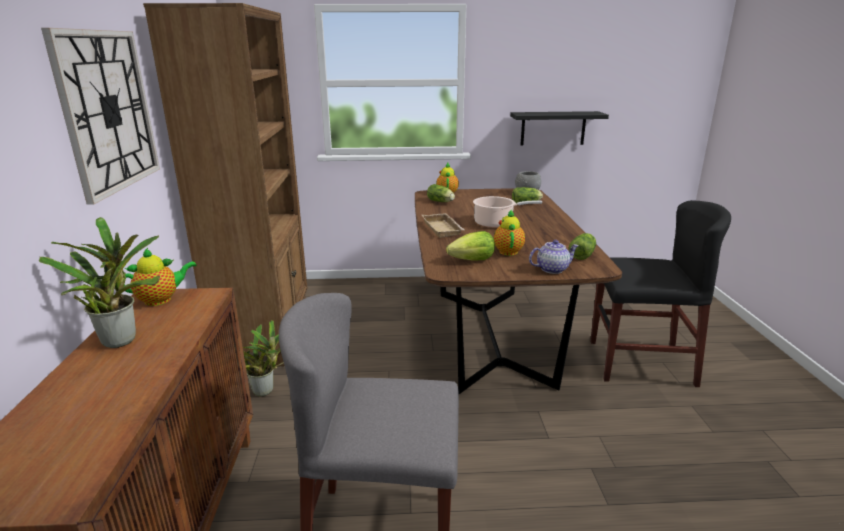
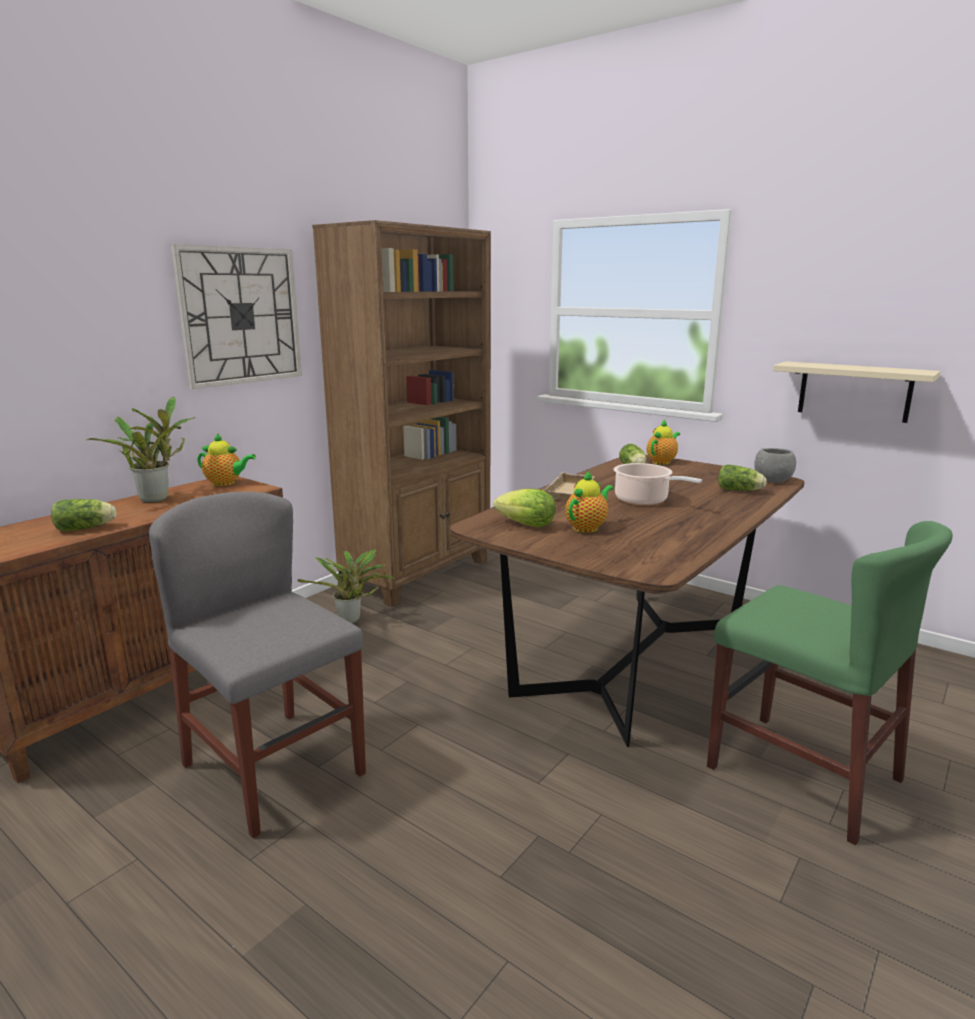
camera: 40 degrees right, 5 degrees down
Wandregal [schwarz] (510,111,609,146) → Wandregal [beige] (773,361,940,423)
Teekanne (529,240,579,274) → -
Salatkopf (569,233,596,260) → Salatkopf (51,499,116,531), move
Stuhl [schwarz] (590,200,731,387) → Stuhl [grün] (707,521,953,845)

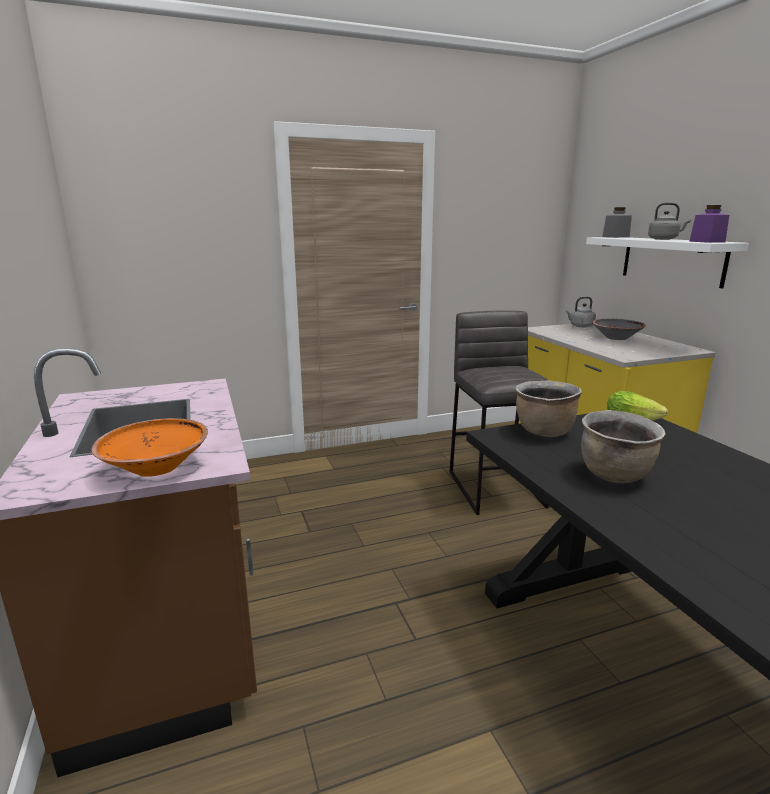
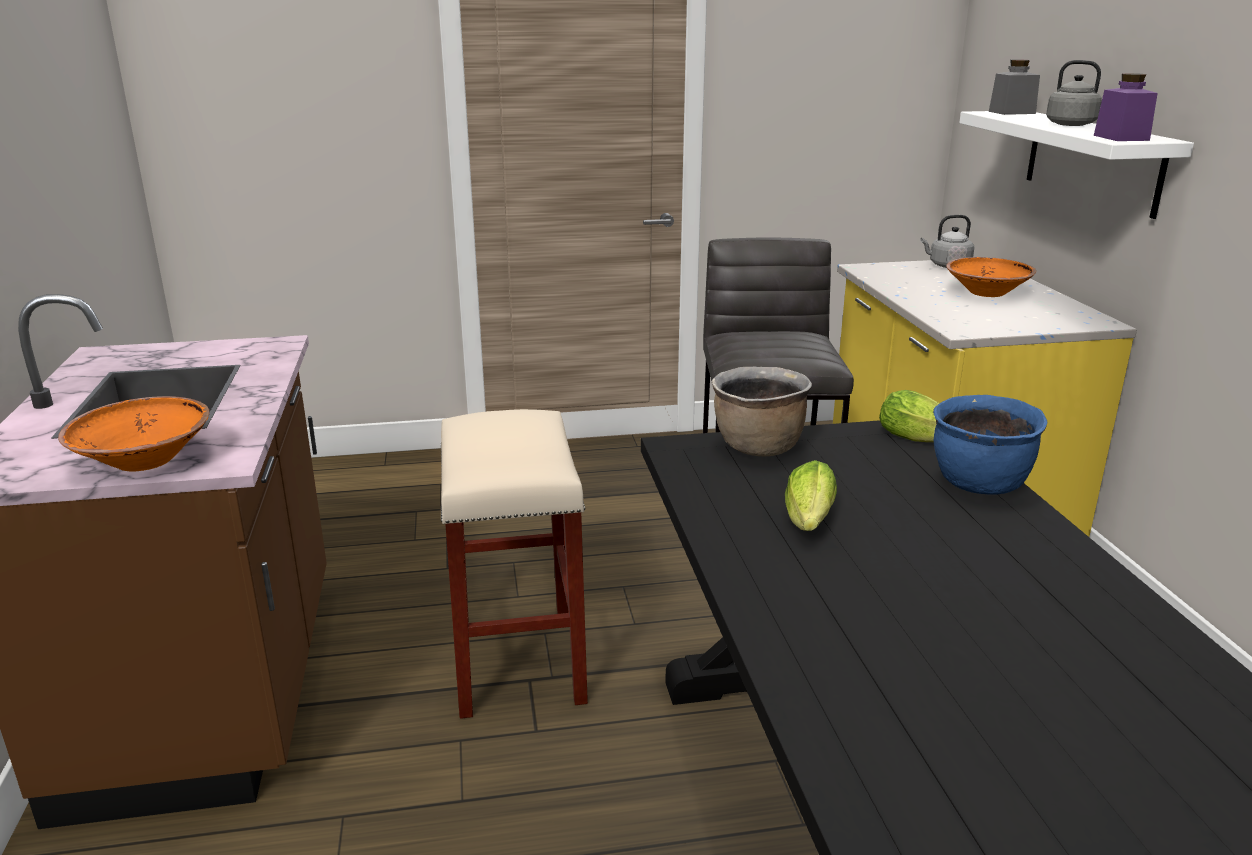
camera: 10 degrees right, 5 degrees up
Kochtopf [braun] (581,410,665,483) → Salatkopf (785,460,837,531)
Schüssel [grau] (592,319,646,340) → Schüssel [orange] (946,257,1036,297)
- → Hocker [beige] (441,409,588,719)
- → Kochtopf [blau] (933,395,1047,495)

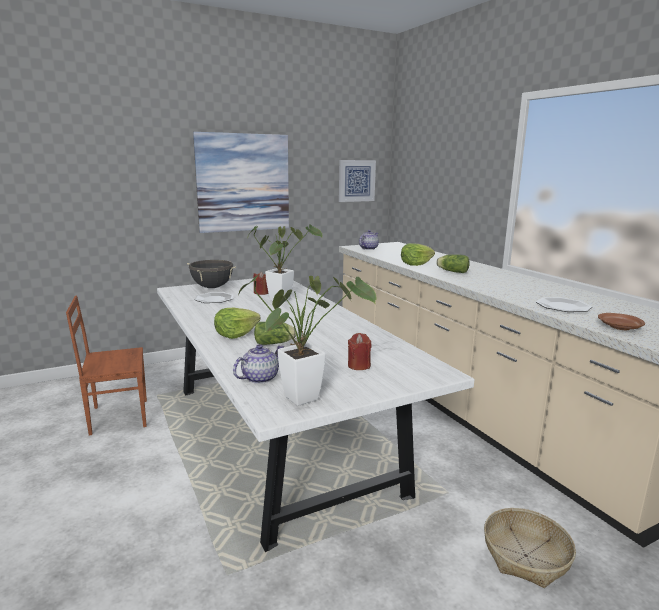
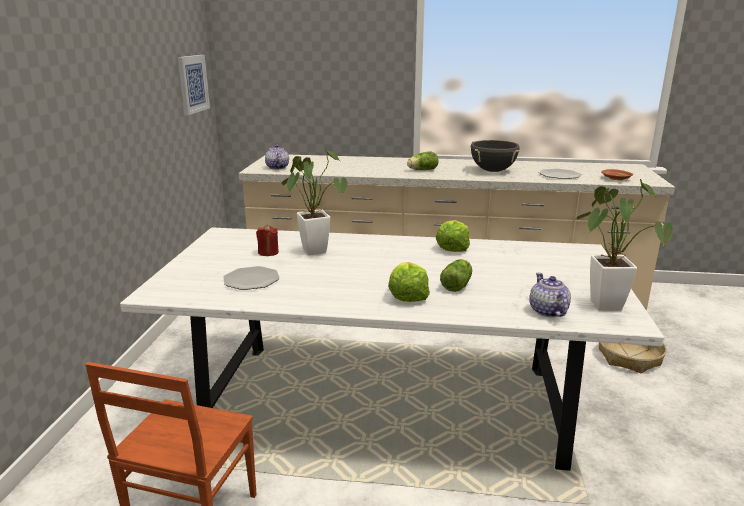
camera: 55 degrees left, 5 degrees up
Kochtopf [schwarz] (187,260,236,288) → Kochtopf [schwarz] (471,140,520,172), move
Bild (193,132,289,233) → -
Kerze [rot] (348,333,372,370) → -
Salatkopf (401,243,435,266) → Salatkopf (436,220,470,252), move

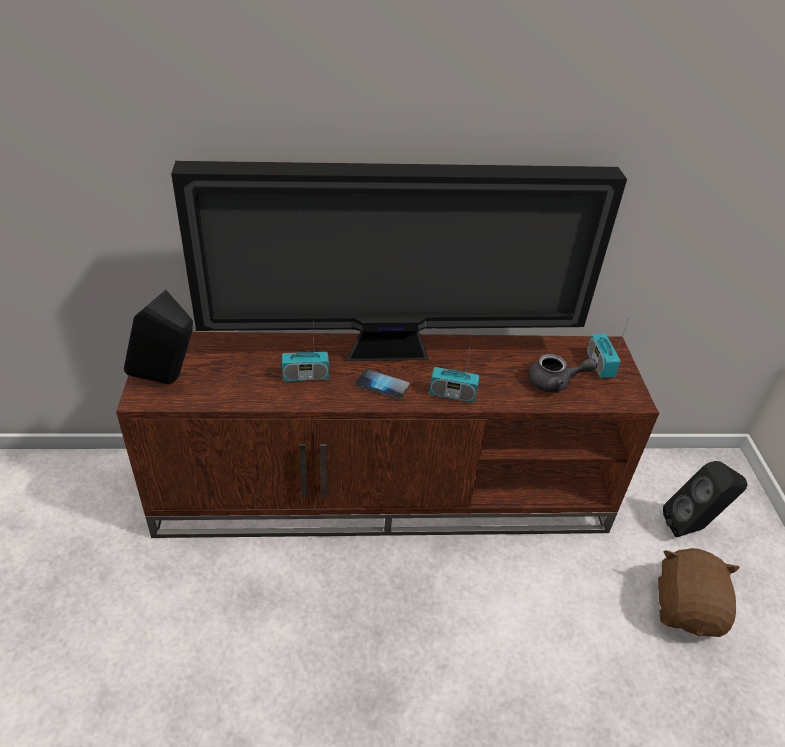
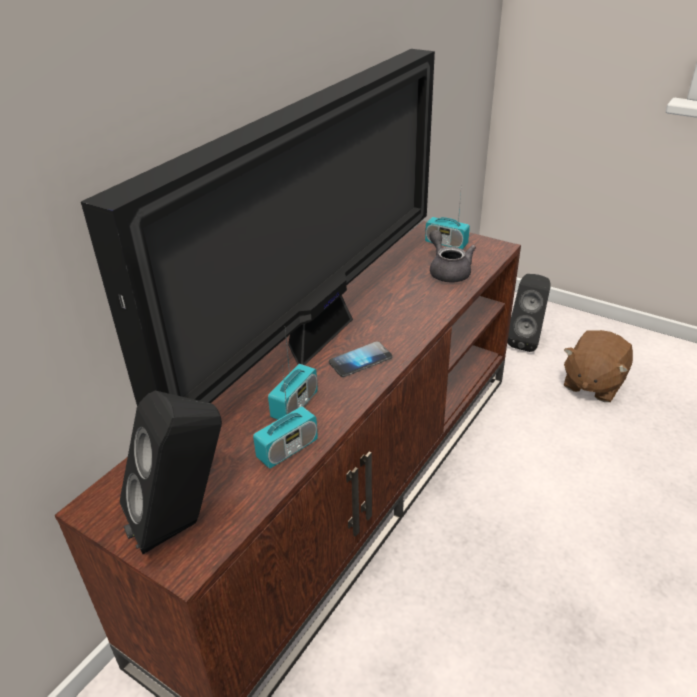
camera: 50 degrees left, 5 degrees down
Radio (429,337,479,403) → Radio (253,366,318,468), move
Teekanne [grau] (528,354,597,393) → Teekanne [grau] (430,230,476,282), 60 degrees counterclockwise
Plüschtier [braun] (658,548,740,637) → Plüschtier [braun] (564,330,633,402), 105 degrees counterclockwise

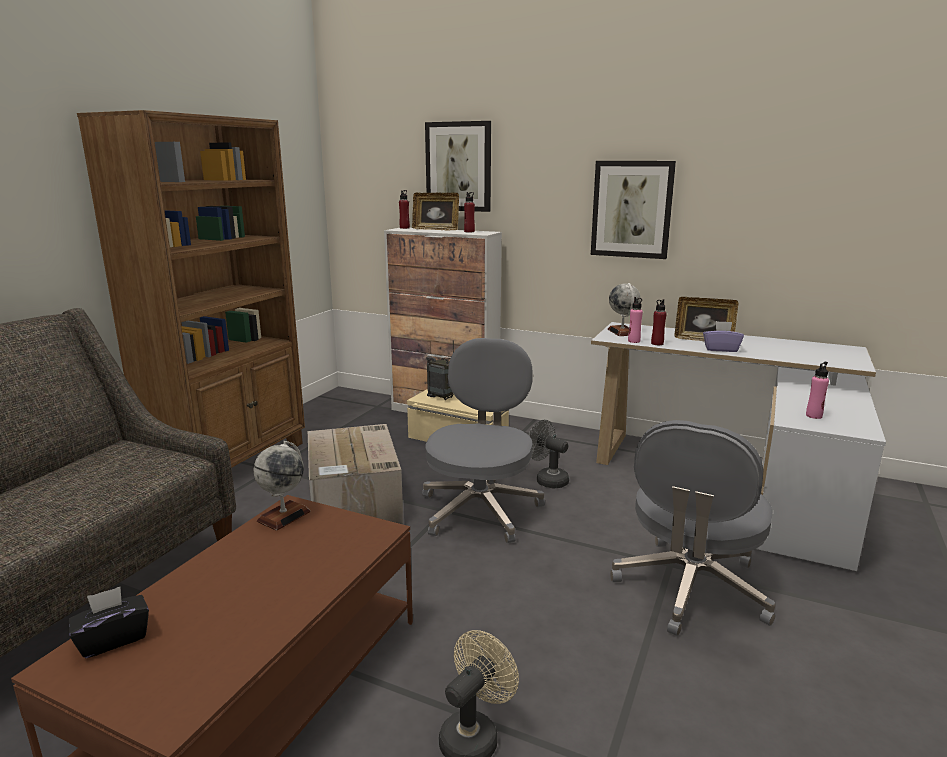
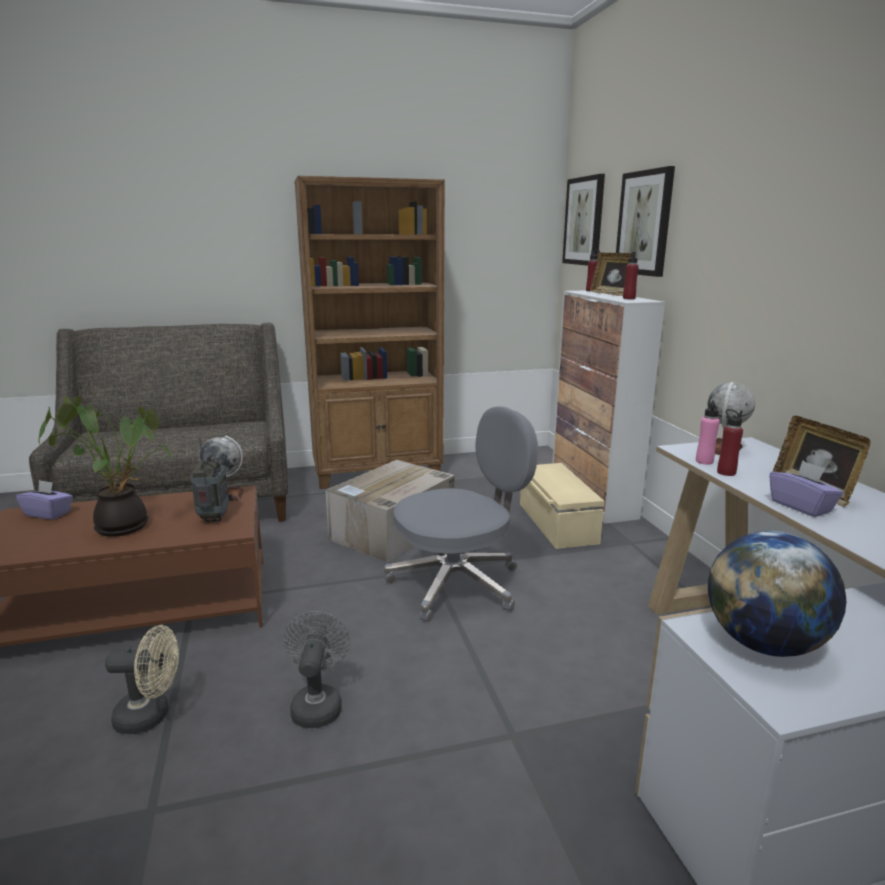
camera: 50 degrees right, 0 degrees up
Taschentuchbox [schwarz] (69,587,149,658) → Taschentuchbox [lila] (16,480,73,520)
Radio (426,340,454,400) → Radio (190,437,229,522), move
Ventilator [grau] (528,420,569,488) → Ventilator [grau] (284,611,350,728), move
Bild (591,161,676,259) → Bild (562,174,605,266), move
Bürostuhl [grau] (610,420,775,636) → -
Flasche [rosa] (806,362,829,419) → Globus (708,531,846,657)
- → Topfpflanze (38,396,173,537)

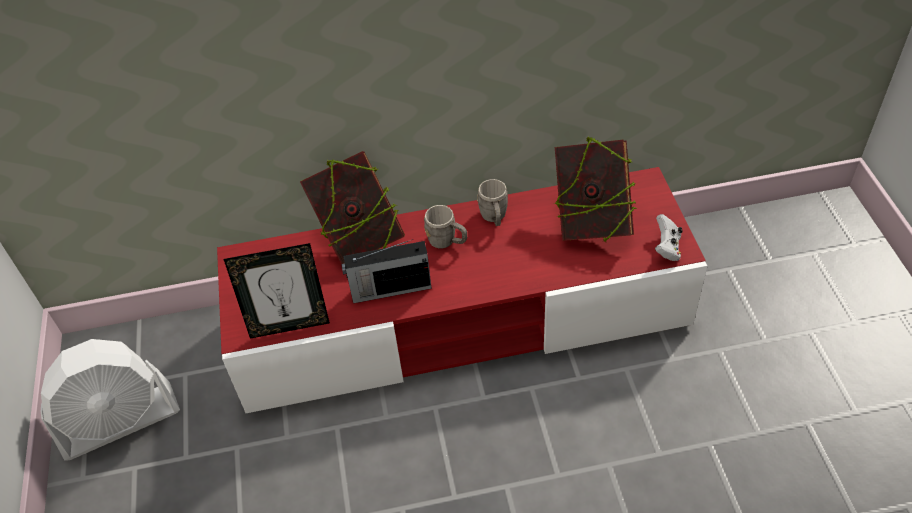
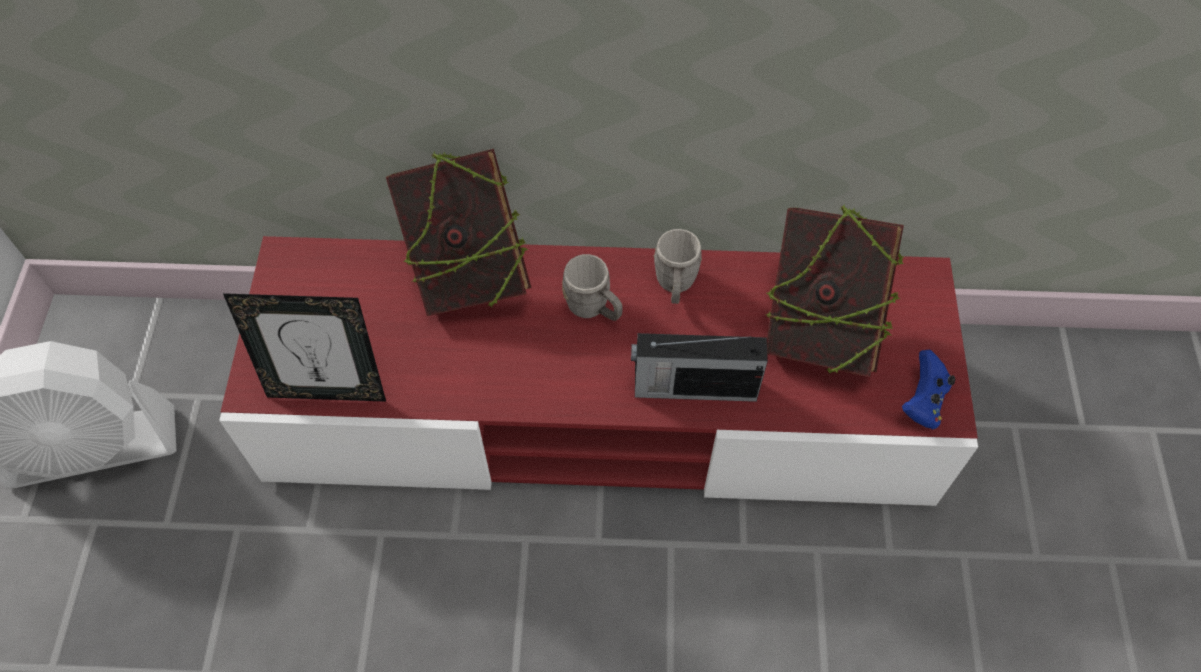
camera: 10 degrees right, 10 degrees up
Radio (341,239,432,303) → Radio (631,333,768,402), move
Gamepad [weiß] (655,214,683,261) → Gamepad [blau] (902,350,955,429)

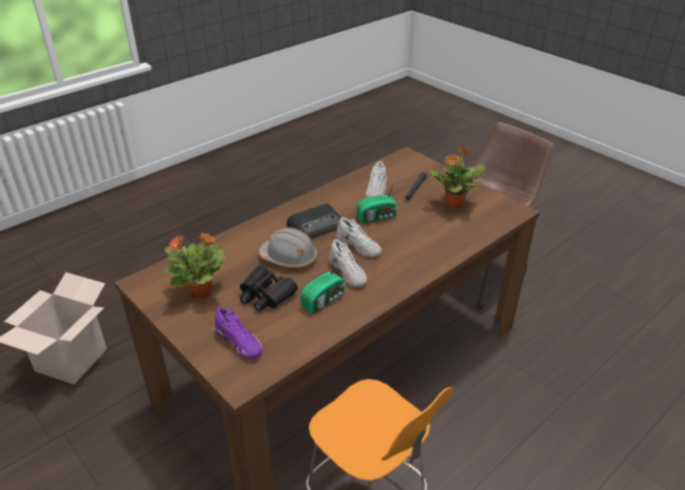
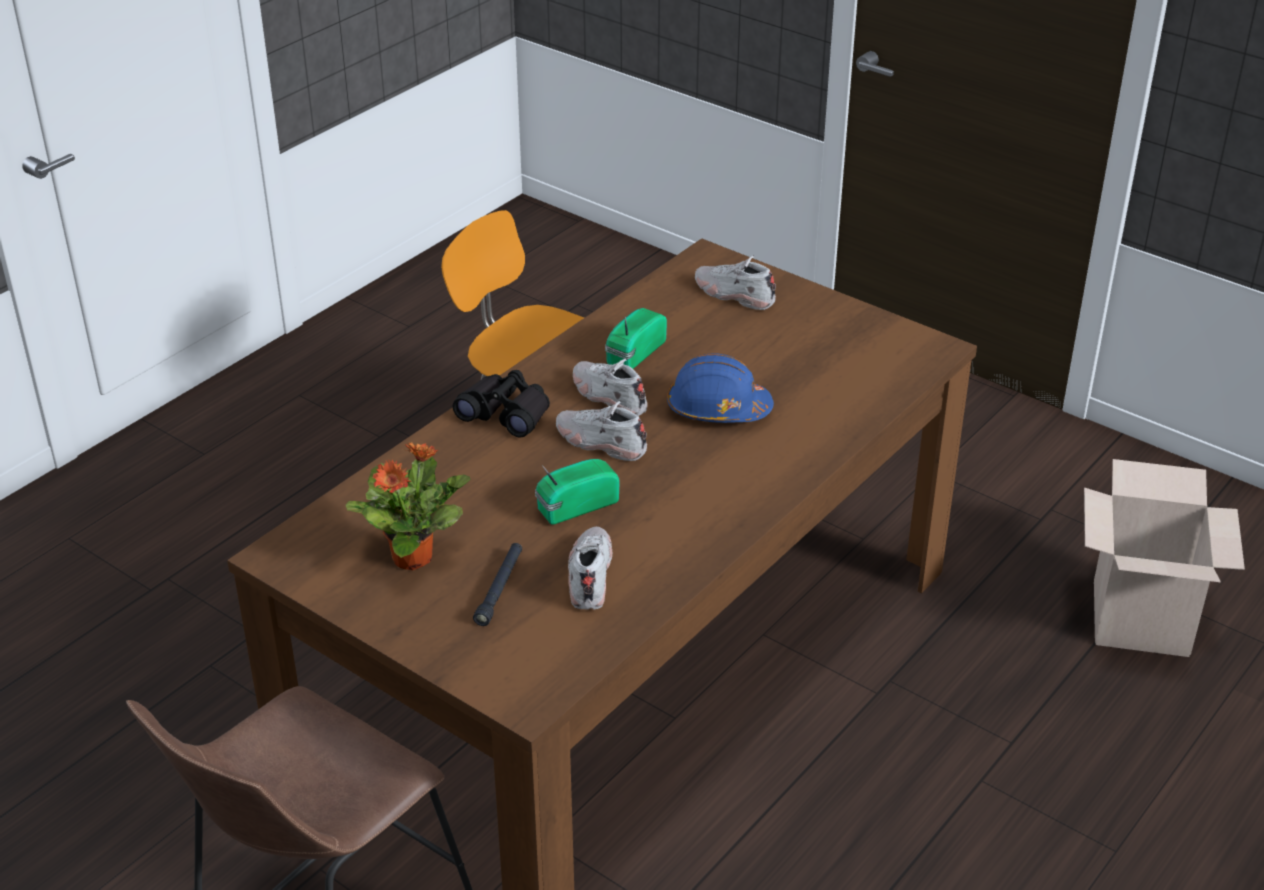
camera: 170 degrees right, 0 degrees up
Topfpflanze (164,232,226,299) → -
Schuh [lila] (214,307,262,359) → Schuh [weiß] (695,255,776,310)
Fernglas [schwarz] (240,265,298,311) → Fernglas [schwarz] (452,370,550,438), move
Schutzhelm [grau] (259,228,317,268) → Schutzhelm [blau] (667,353,774,423)
Radio (287,204,341,239) → -

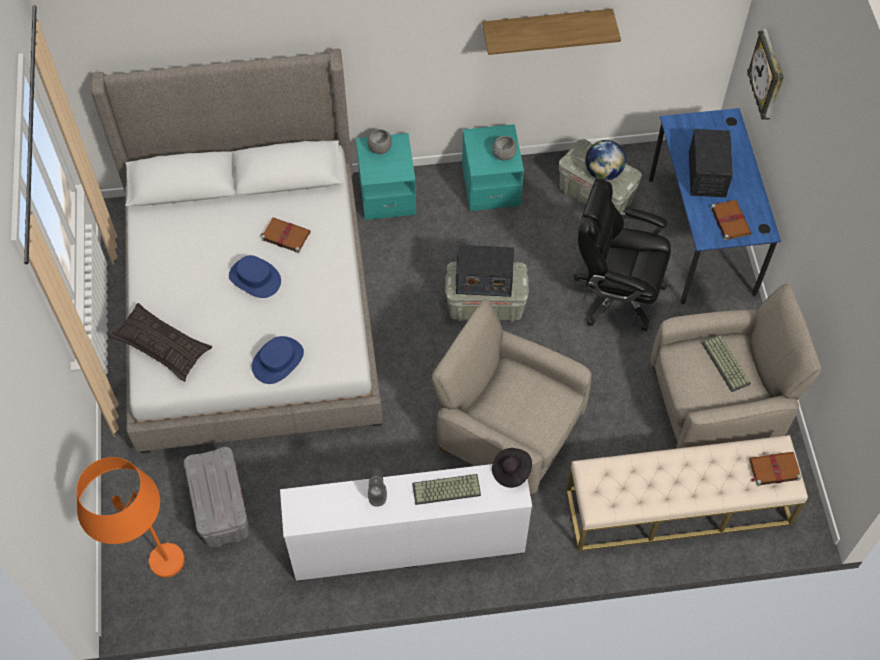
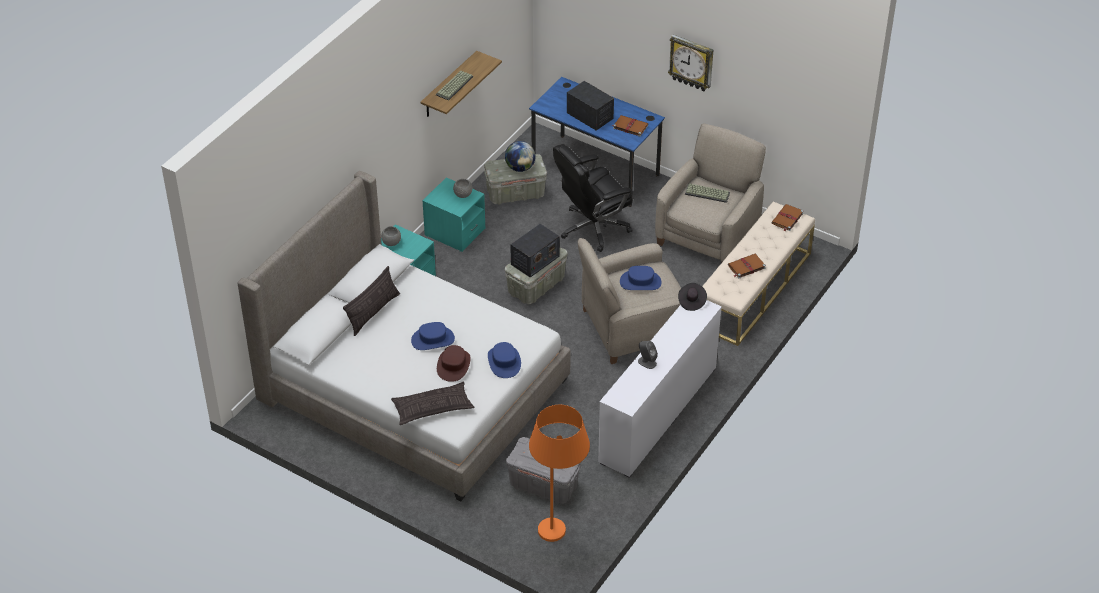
camera: 50 degrees left, 15 degrees down
Buch [braun] (261,217,310,253) → Buch [braun] (728,254,766,279), move
Tastatur (412,474,481,505) → Tastatur (436,71,473,100), move
Wanduhr (747,28,784,120) → Wanduhr (668,35,713,91), move
- → Kissen (343,266,400,336)
- → Hut [braun] (437,345,471,382)
- → Hut [blau] (620,266,662,290)

